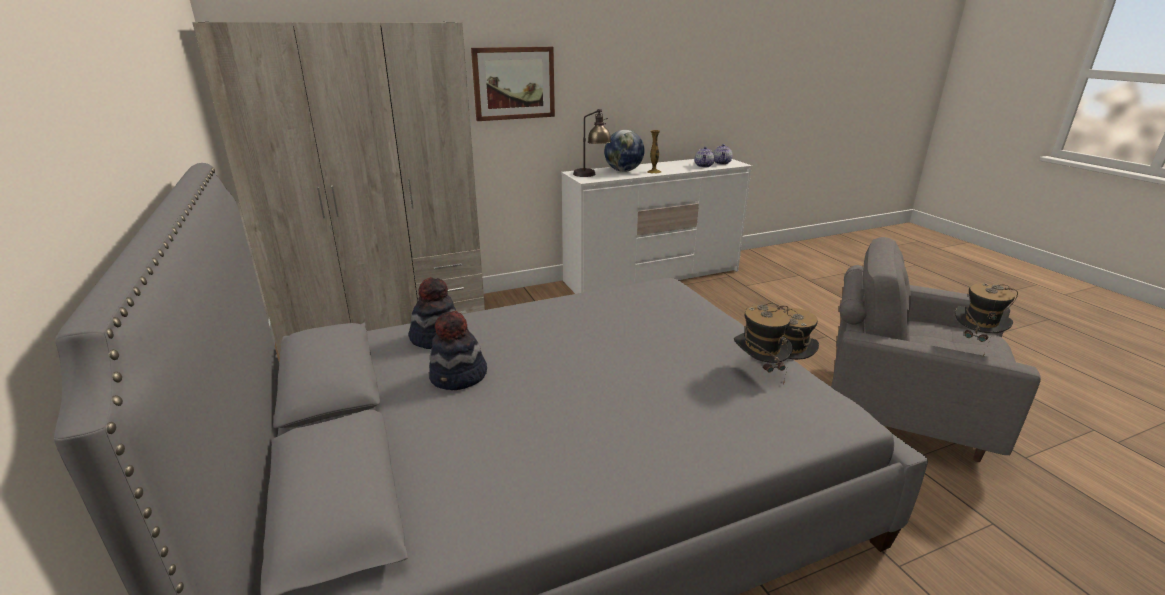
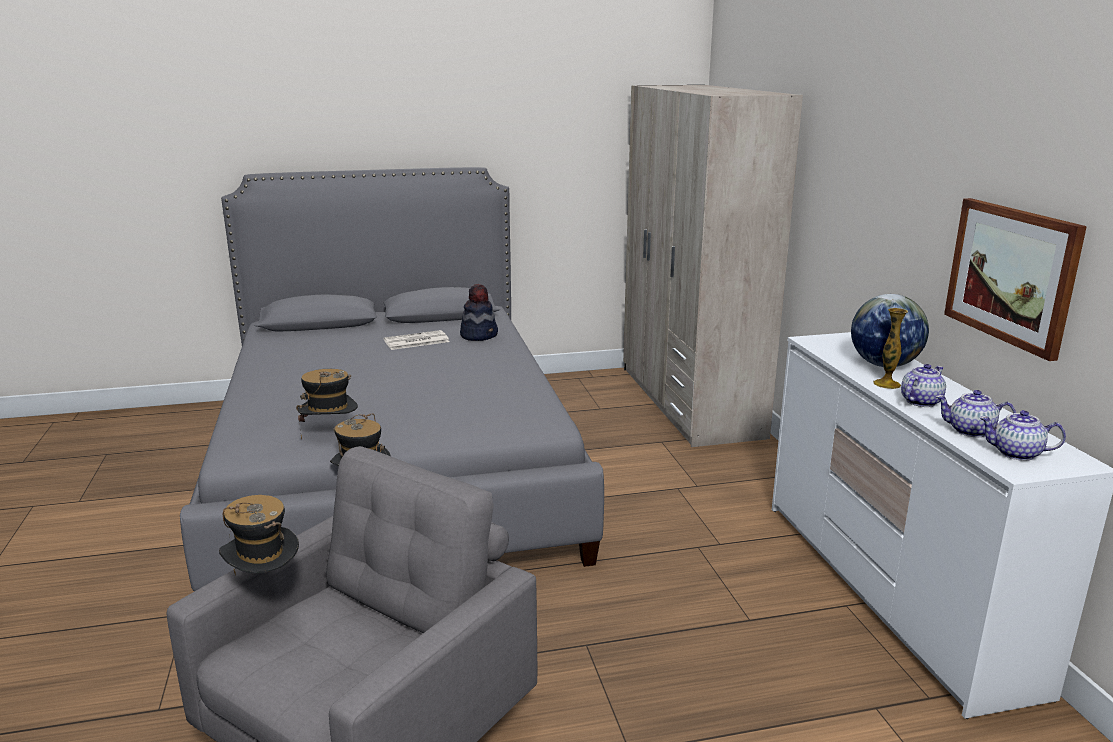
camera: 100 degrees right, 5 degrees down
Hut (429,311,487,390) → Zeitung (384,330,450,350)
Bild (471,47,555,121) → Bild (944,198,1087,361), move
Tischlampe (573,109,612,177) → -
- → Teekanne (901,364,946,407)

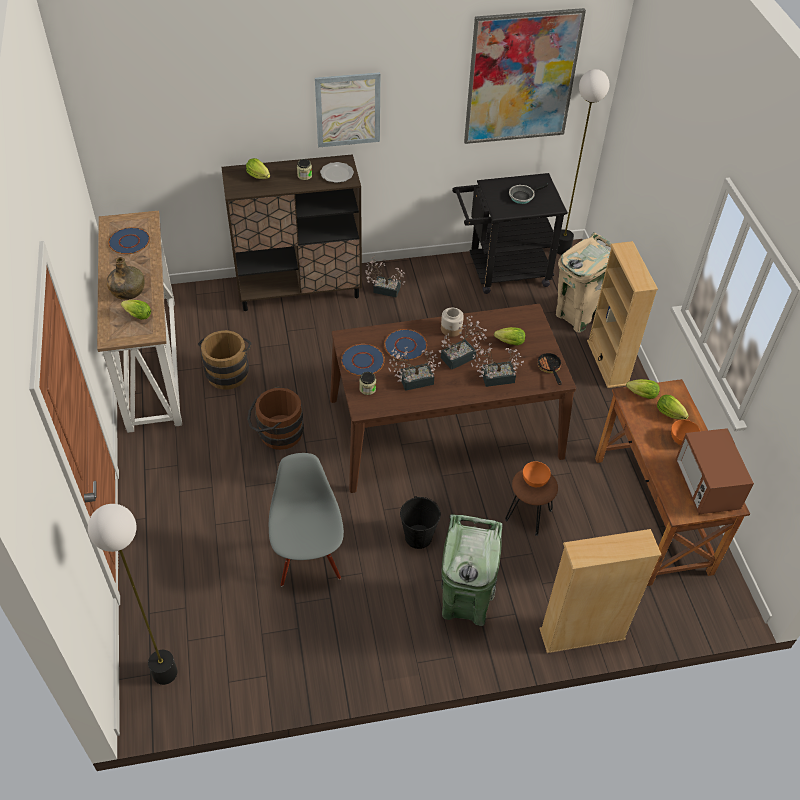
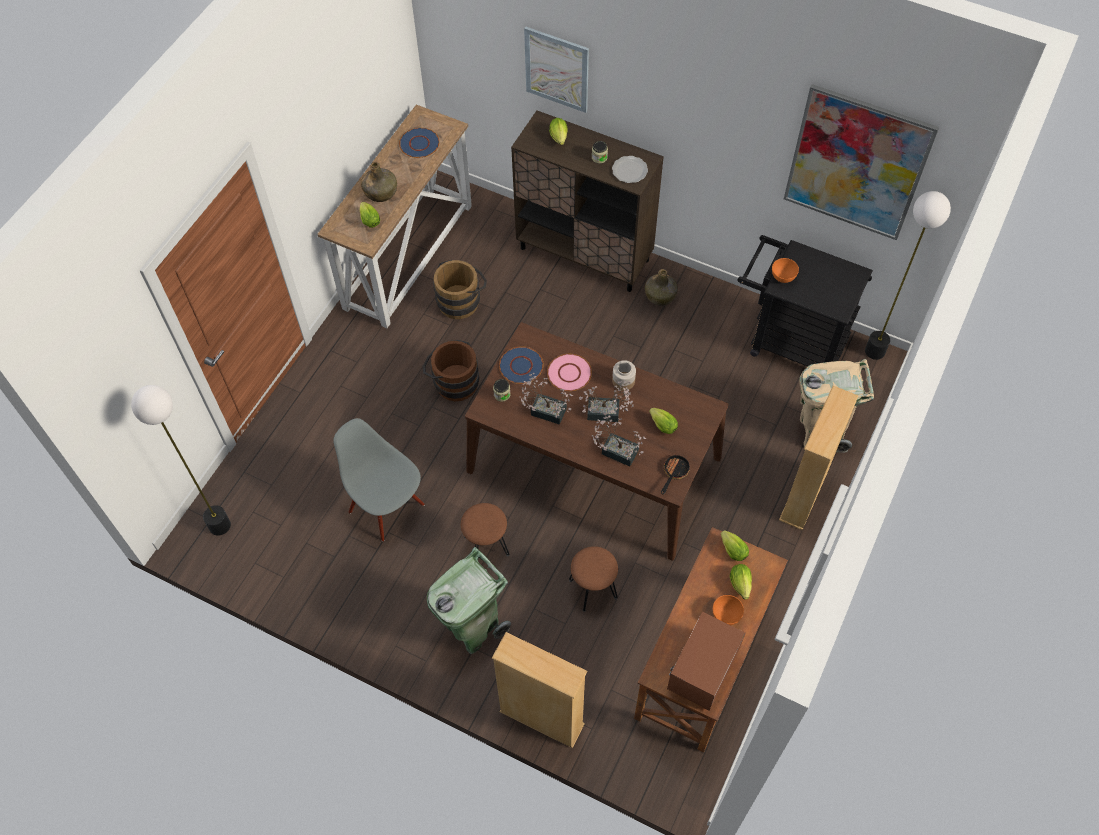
camera: 40 degrees right, 10 degrees up
Stuhl [grau] (269,453,344,586) → Stuhl [grau] (333,418,425,542), 75 degrees counterclockwise
Bild (315,72,380,147) → Bild (524,27,589,113), move
Topfpflanze (365,256,406,298) → Flasche [grün] (645,269,678,306)
Teller [blau] (384,329,427,360) → Teller [rosa] (547,354,592,391)
Eimer [schwarz] (400,496,441,549) → Hocker [braun] (461,503,509,557)
Pfanne (509,182,548,204) → -
Schüssel [orange] (523,461,551,487) → Schüssel [orange] (772,258,799,283), move

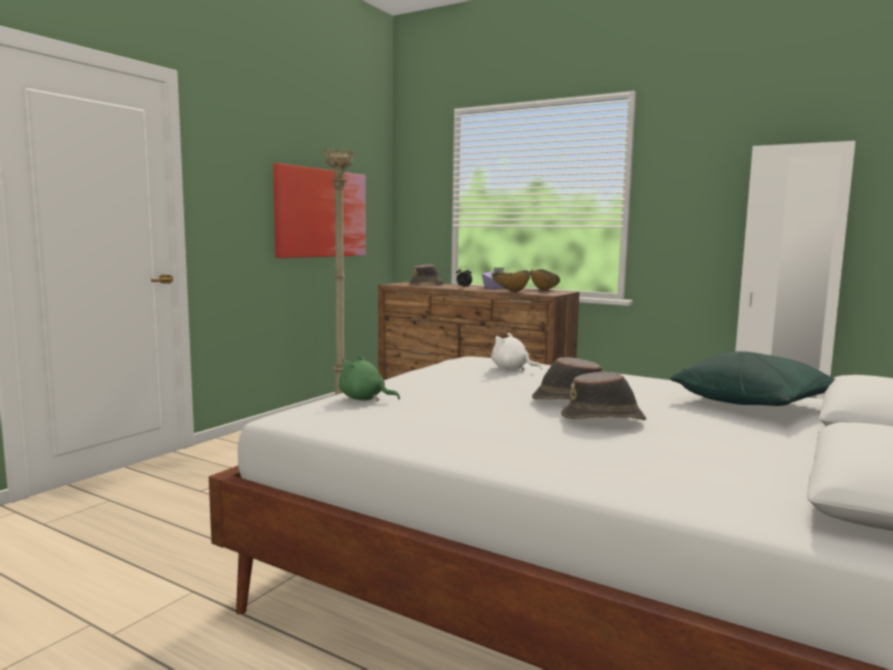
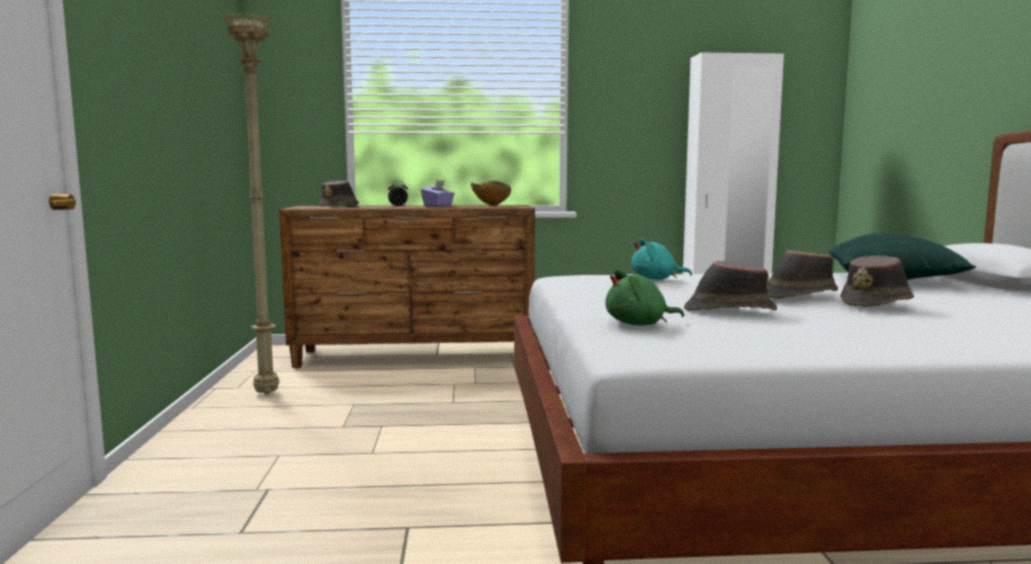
camera: 35 degrees left, 0 degrees up
Bild (273,163,366,258) → -
Plüschtier [weiß] (491,333,542,370) → Plüschtier [türkis] (631,239,692,280)
Schüssel (492,270,530,292) → -
- → Hut [braun] (684,261,777,311)

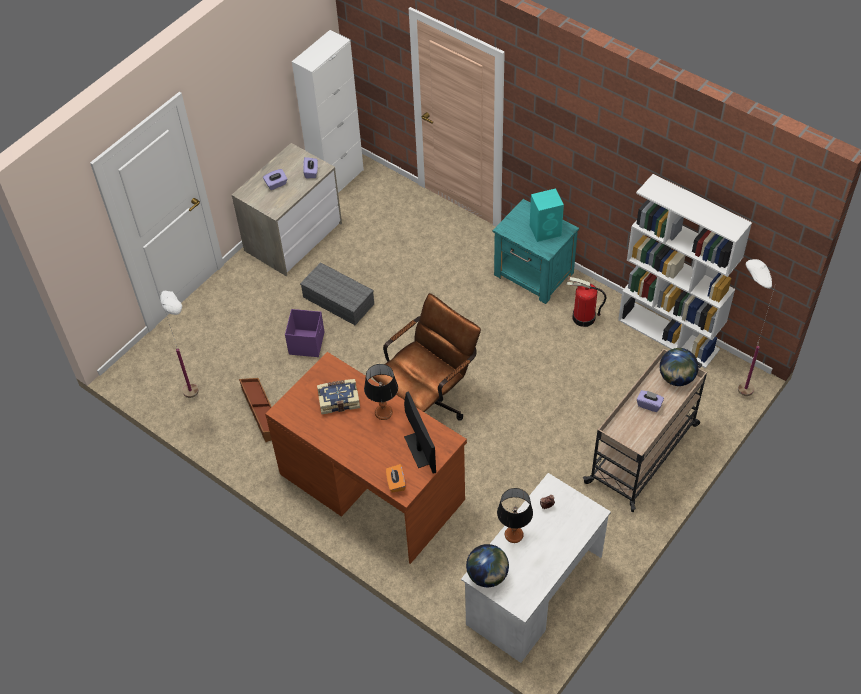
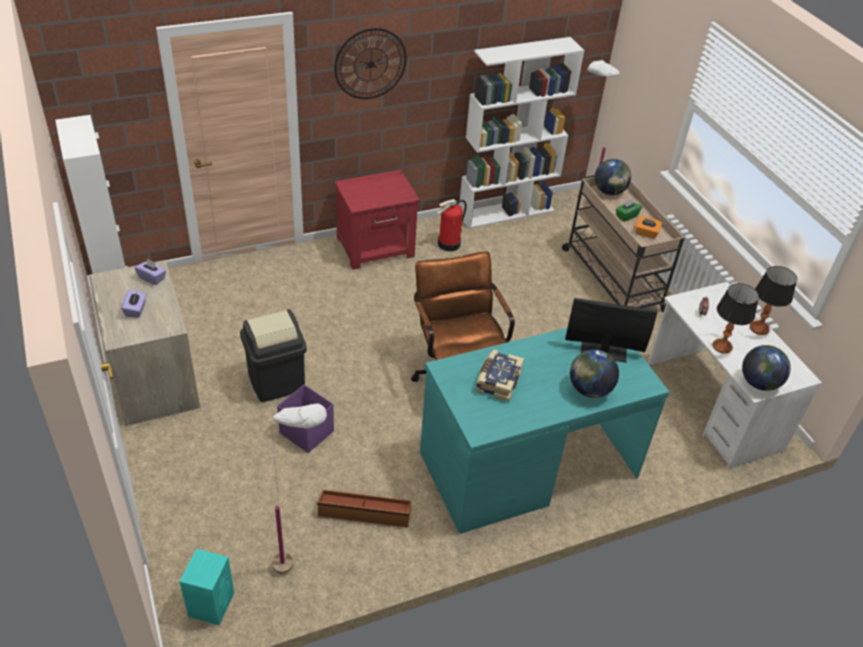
camera: 65 degrees left, 10 degrees down
Schreibtisch [braun] (265,352,467,564) → Schreibtisch [türkis] (420,328,670,534)
Aufbewahrungsbox [grau] (300,262,374,325) → Mülleimer [schwarz] (240,309,307,402)
Tischlampe (364,364,398,420) → Tischlampe (750,266,797,335), move
Taschentuchbox [orange] (386,464,406,493) → Taschentuchbox [orange] (636,216,662,238), move
Nachttisch [türkis] (493,199,579,304) → Nachttisch [rot] (334,170,420,270)
Lautsprecher [türkis] (530,188,564,242) → Lautsprecher [türkis] (179,549,235,625), move
Taschentuchbox [lila] (637,390,664,412) → Taschentuchbox [grün] (616,199,642,222)
- → Wanduhr (334,28,407,99)
- → Globus (570,349,619,398)

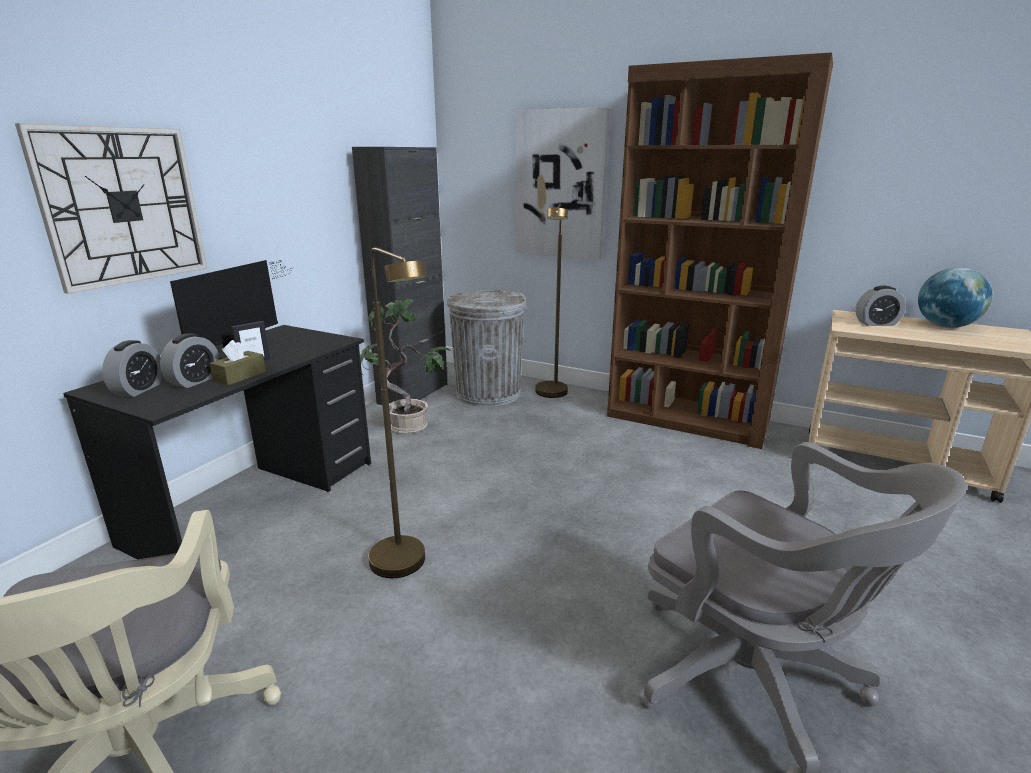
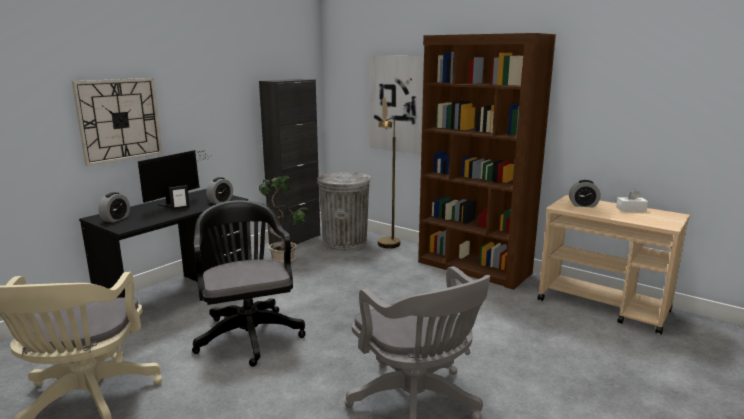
camera: 10 degrees right, 5 degrees down
Wecker (160,333,220,388) → Wecker (206,177,233,204), move
Taschentuchbox [braun] (209,340,266,386) → -
Stehlampe [braun] (368,247,427,578) → Bürostuhl [schwarz] (192,200,306,367)
Globus (918,267,993,328) → Taschentuchbox [weiß] (616,189,648,212)

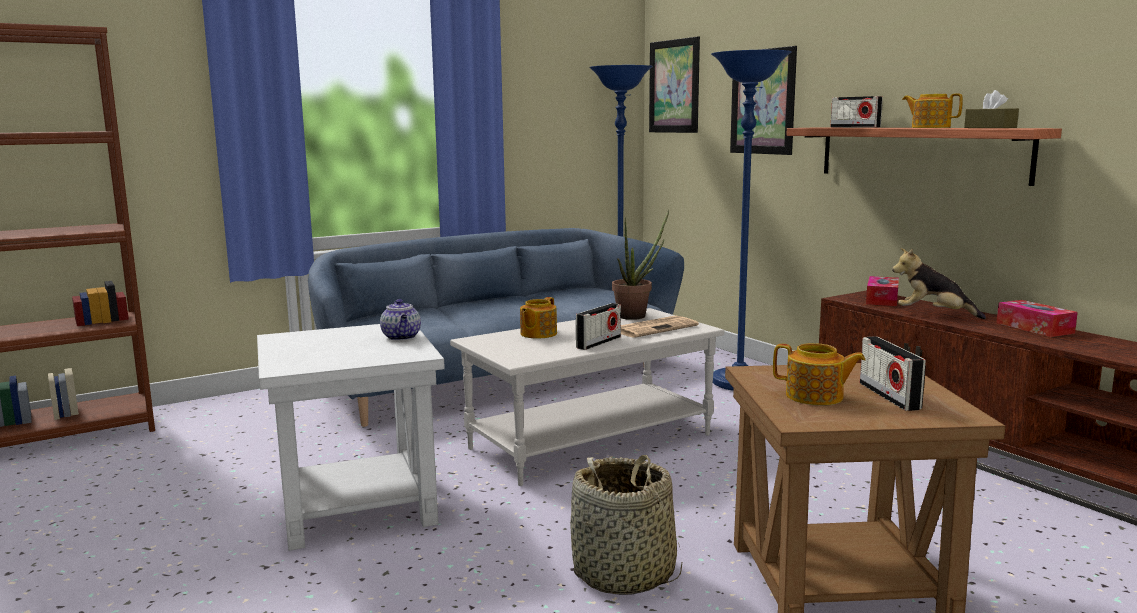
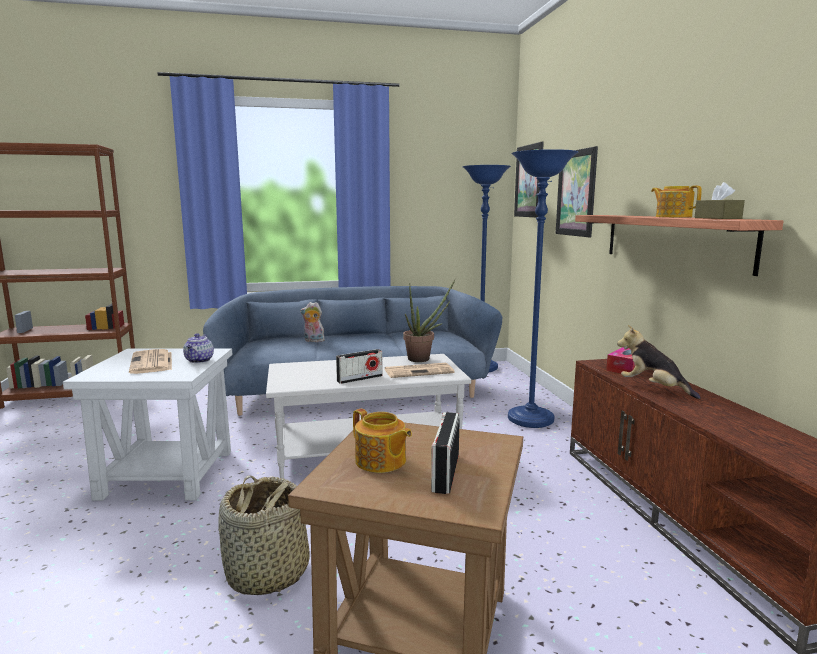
camera: 20 degrees right, 0 degrees up
Teekanne (520,297,557,338) → -
Radio (830,96,883,127) → -
Taschentuchbox (996,300,1078,337) → -
- → Zeitung (129,349,172,374)
- → Plüschtier (300,302,325,342)

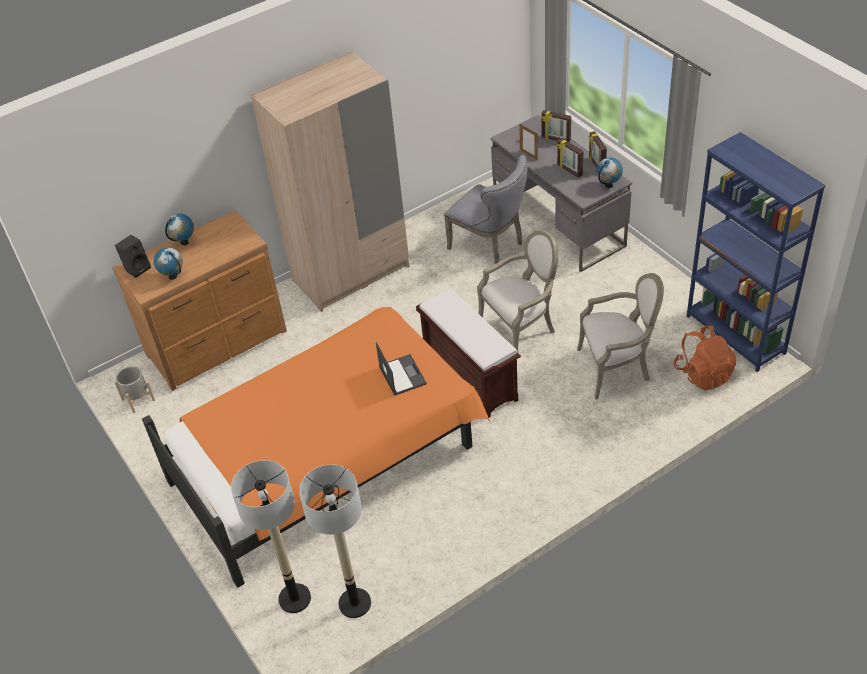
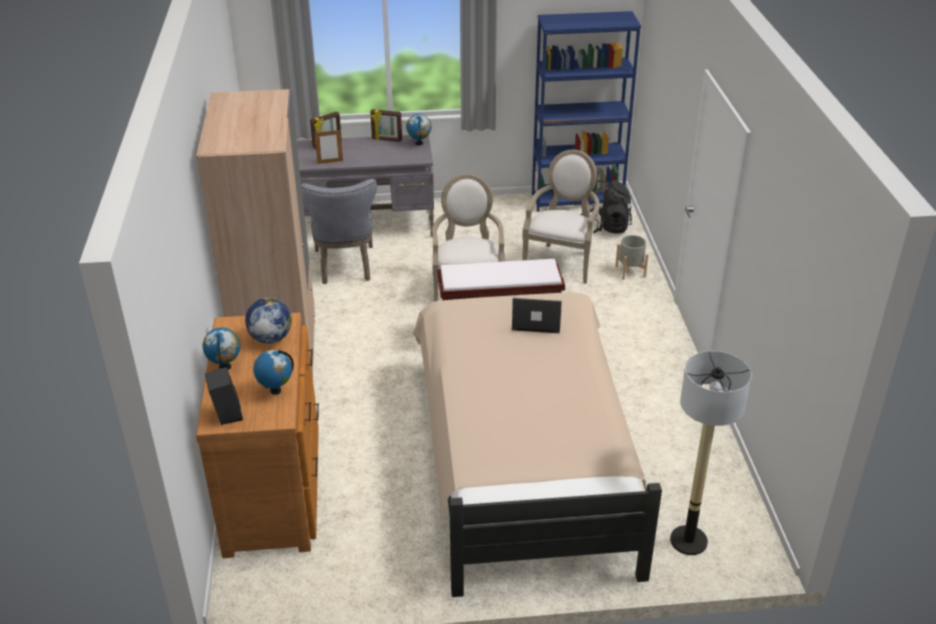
camera: 65 degrees left, 10 degrees down
Pflanzkübel [grau] (114,366,155,413) → Pflanzkübel [grau] (615,235,649,280), move
Bett [orange] (142,307,491,588) → Bett [beige] (412,292,662,597)
Stehlampe (299,464,371,618) → -
Stuhl [grau] (444,155,528,264) → Stuhl [grau] (301,179,377,284), 105 degrees clockwise
Bilderrahmen (557,138,584,178) → -
Rucksack [orange] (674,326,736,391) → Rucksack [schwarz] (581,179,632,234)
- → Globus (245,298,292,343)

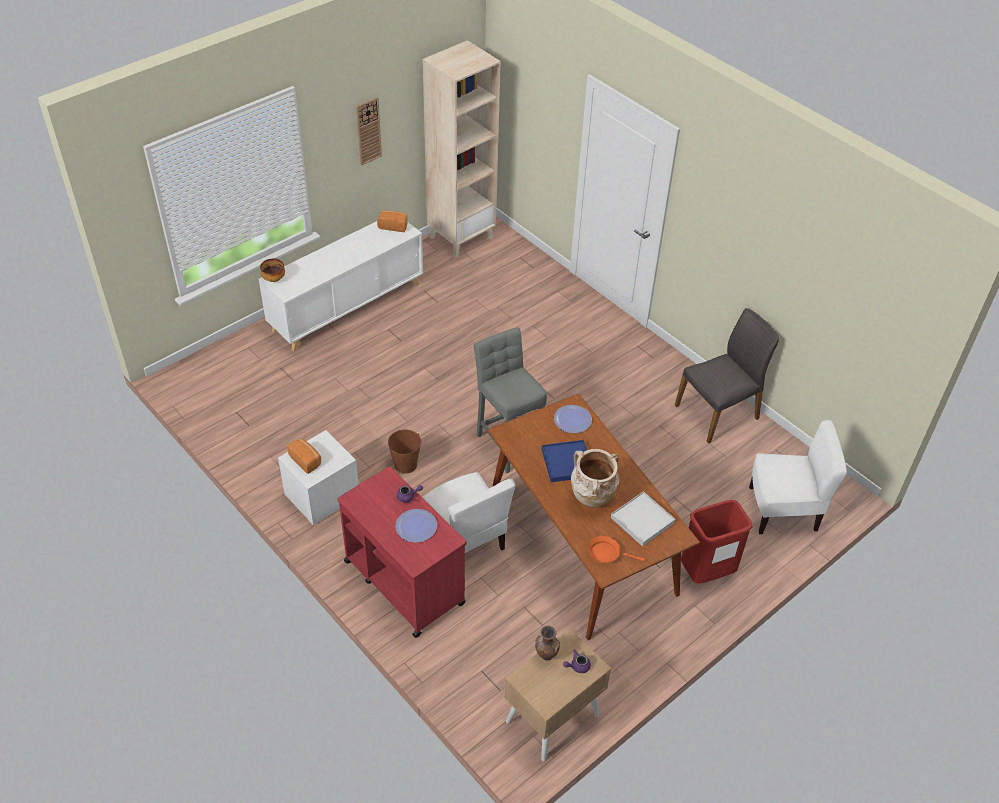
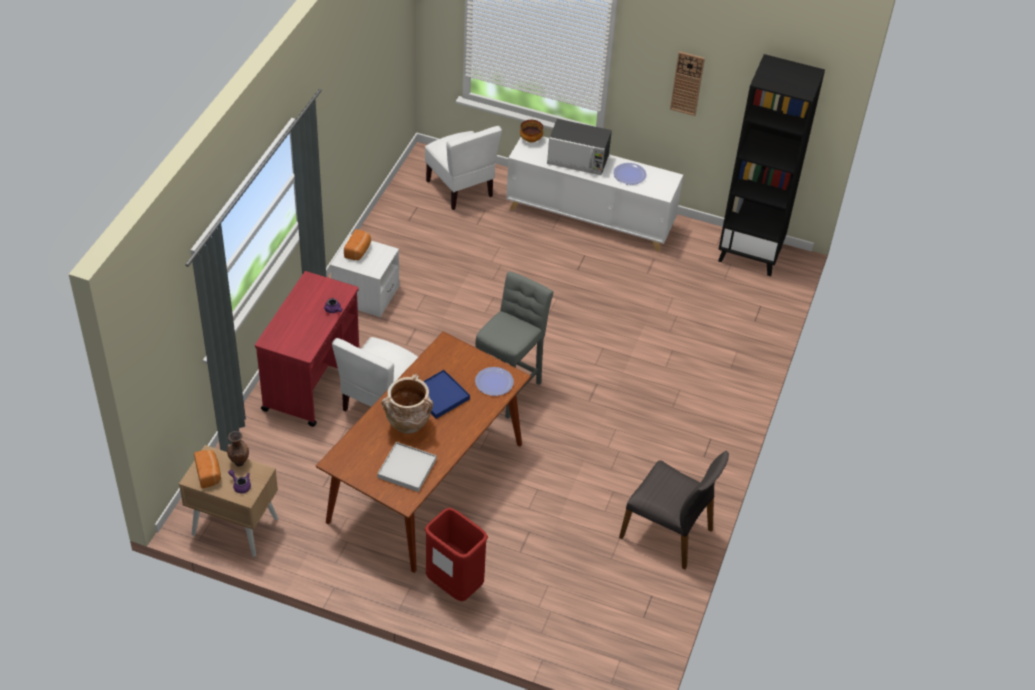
camera: 60 degrees right, 0 degrees up
Brot (377,210,408,232) → Brot (194,450,221,488), move
Eimer [braun] (388,429,421,474) → -
Teller (395,509,437,543) → Teller (613,163,646,185), move
Bücherregal [beige] (422,40,501,258) → Bücherregal [schwarz] (718,54,825,276)
Pfanne [orange] (588,536,645,563) → -
Stuhl [weiß] (749,420,847,534) → Stuhl [weiß] (425,126,502,210), move
- → Mikrowelle (547,119,612,175)

